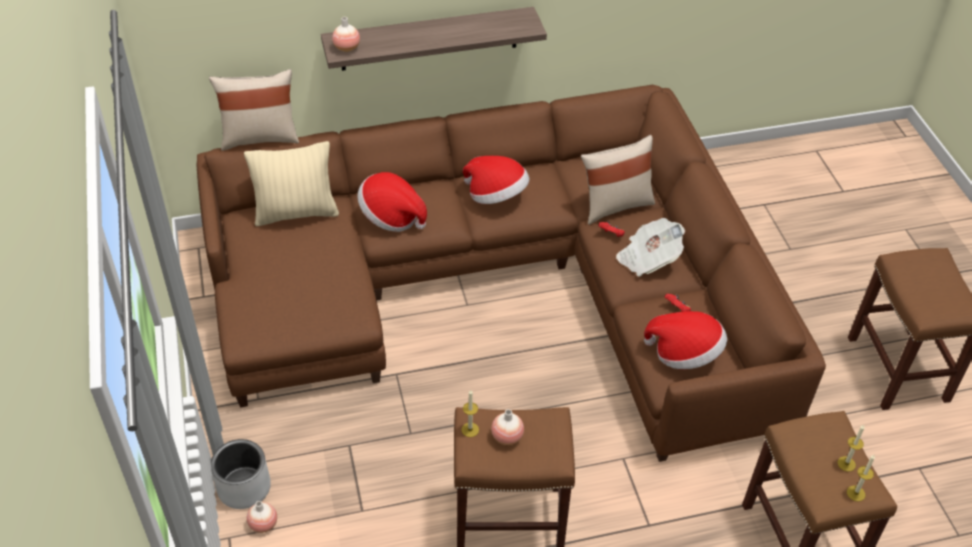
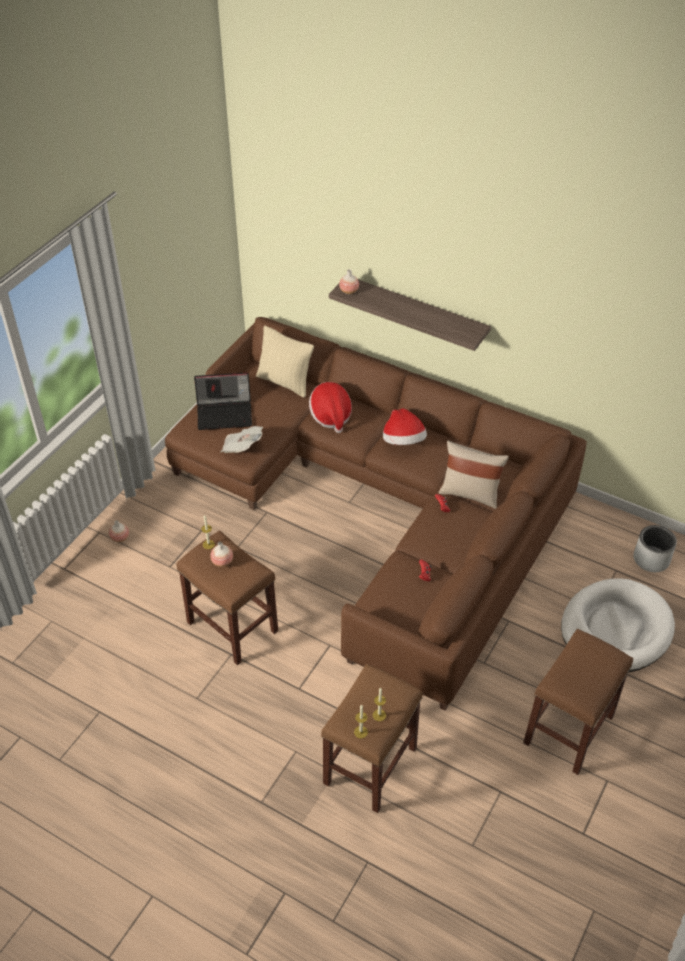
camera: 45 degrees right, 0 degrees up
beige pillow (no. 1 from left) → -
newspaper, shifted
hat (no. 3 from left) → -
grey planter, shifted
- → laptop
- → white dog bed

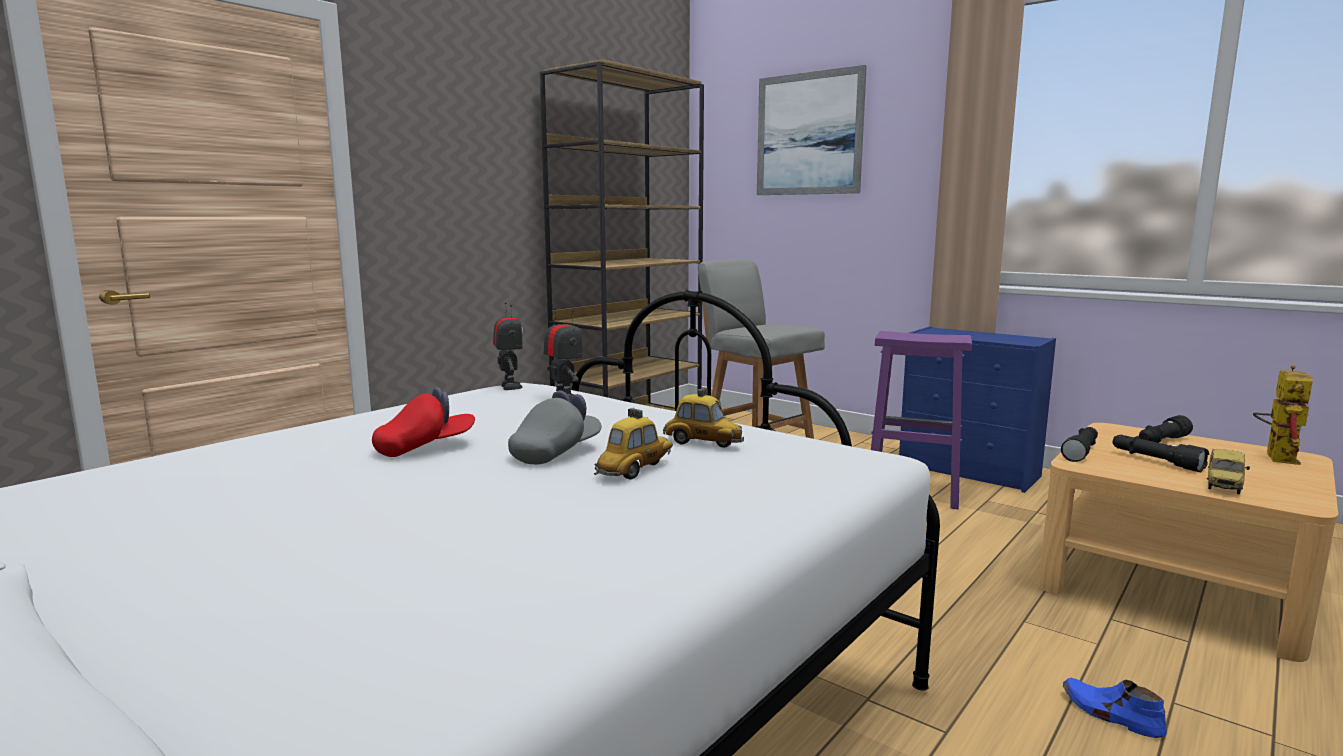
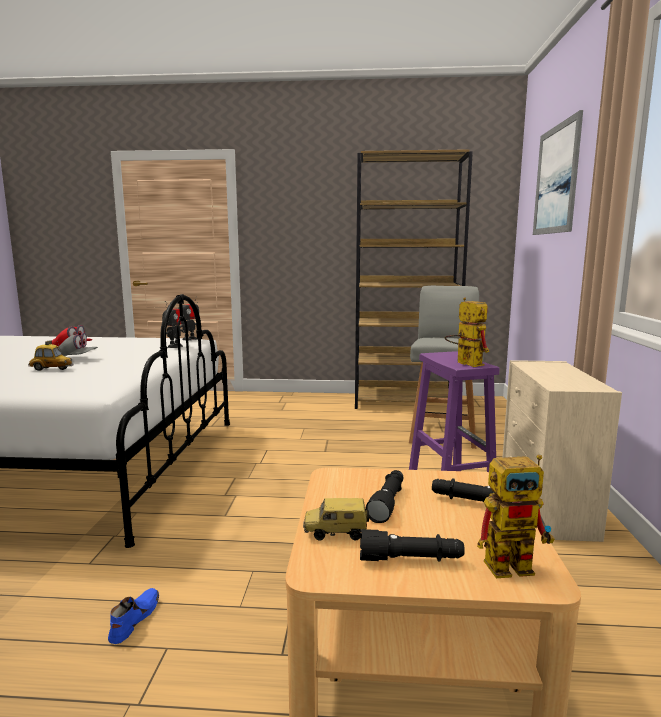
camera: 55 degrees right, 0 degrees up
blue dresser → beige dresser
toy car (no. 2 from left) → -
black flashlight (no. 1 from left in the first image) → black flashlight (no. 2 from left), shifted
- → toy robot (no. 3 from left)

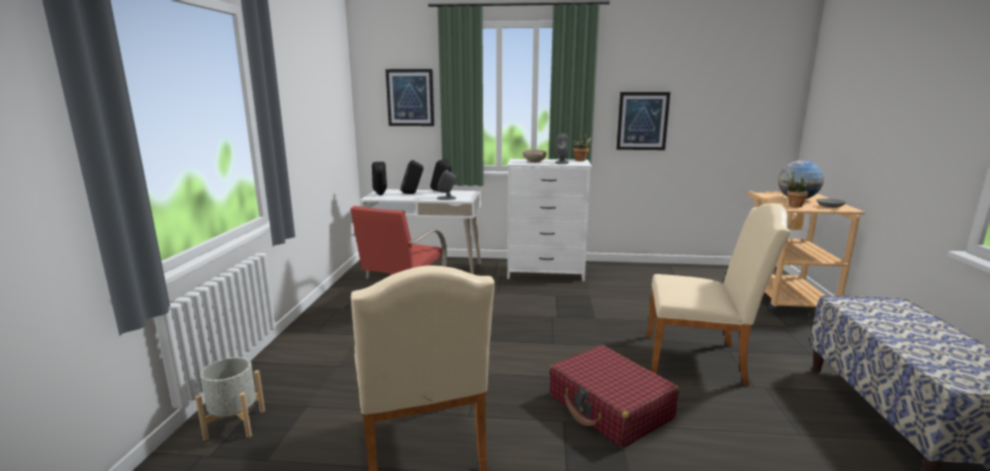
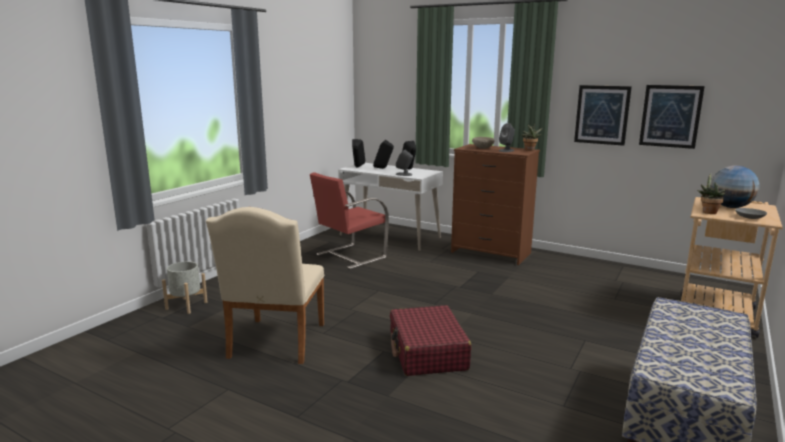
camera: 25 degrees right, 0 degrees up
picture (no. 1 from left in the first image) → picture (no. 2 from left), shifted
white dresser → brown dresser
beige chair (no. 2 from left) → -

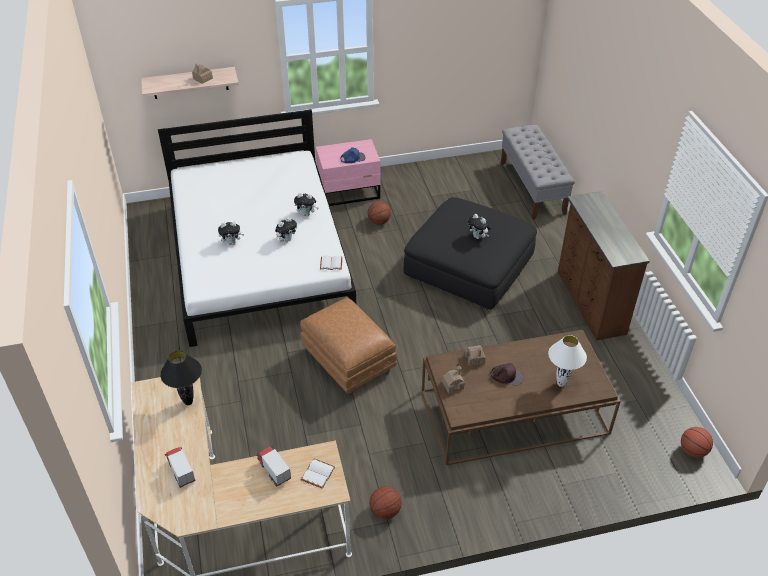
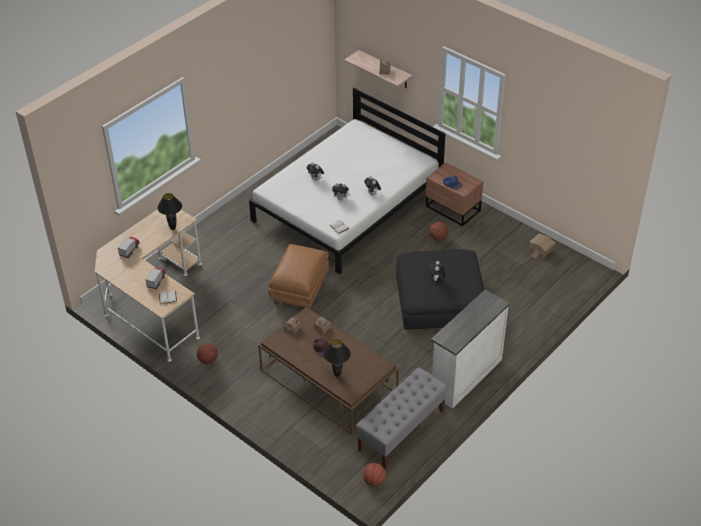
camera: 55 degrees right, 0 degrees up
grey bench, shifted
pink nightstand → brown nightstand
brown dresser → white dresser
white table lamp → black table lamp (no. 2 from left)
- → toy house (no. 4 from left)

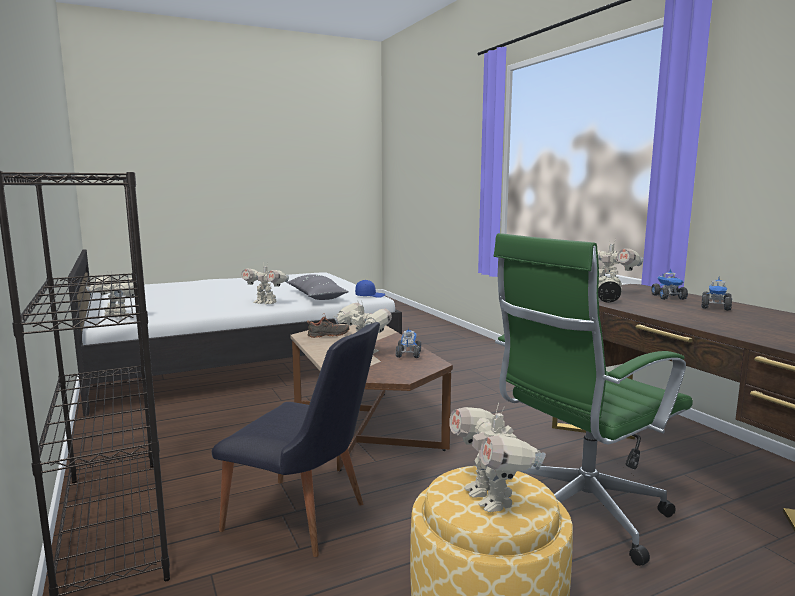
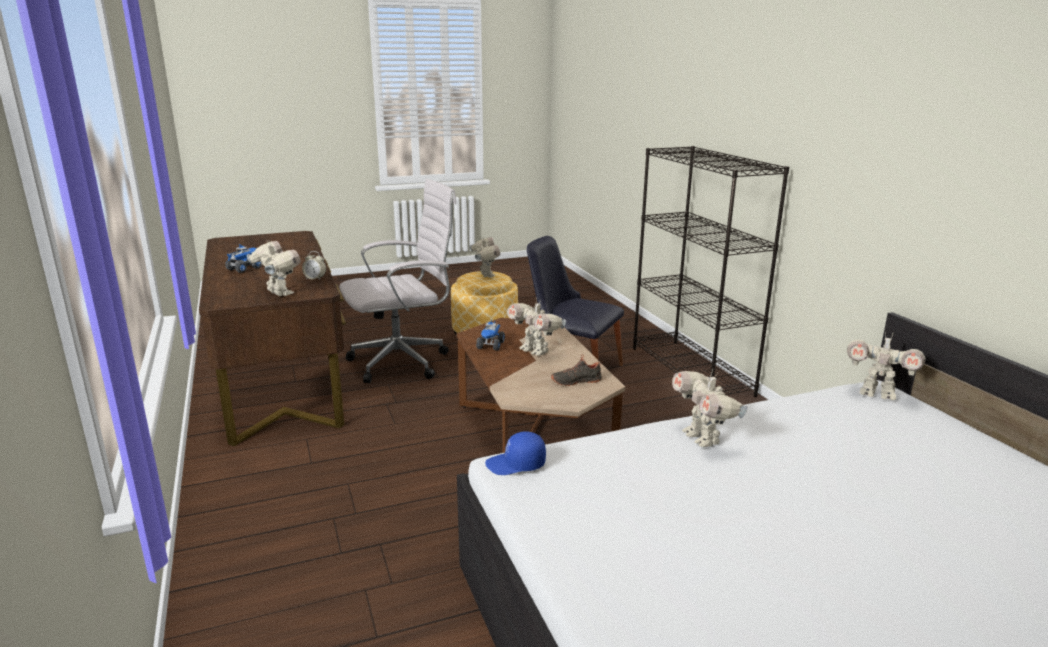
camera: 175 degrees left, 10 degrees up
green office chair → white office chair
toy robot (no. 2 from left in the first image) → toy robot (no. 4 from left), 135 degrees counterclockwise
toy truck (no. 2 from left) → -
grey pillow → -

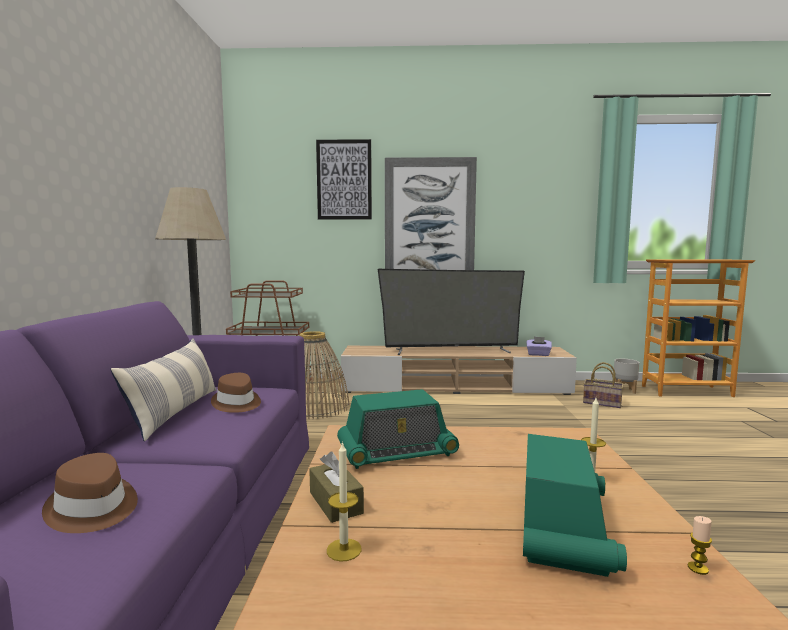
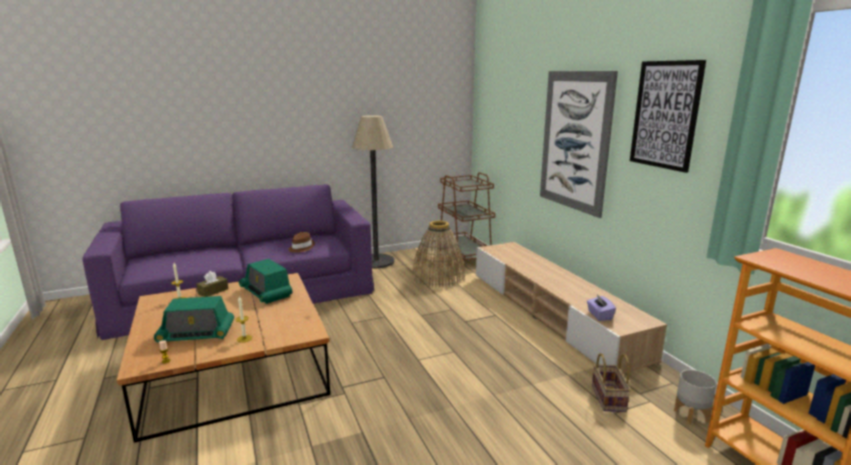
camera: 65 degrees right, 10 degrees up
picture (no. 1 from left in the first image) → picture (no. 2 from left), shifted
television → -
pillow → -
brown hat (no. 1 from left) → -

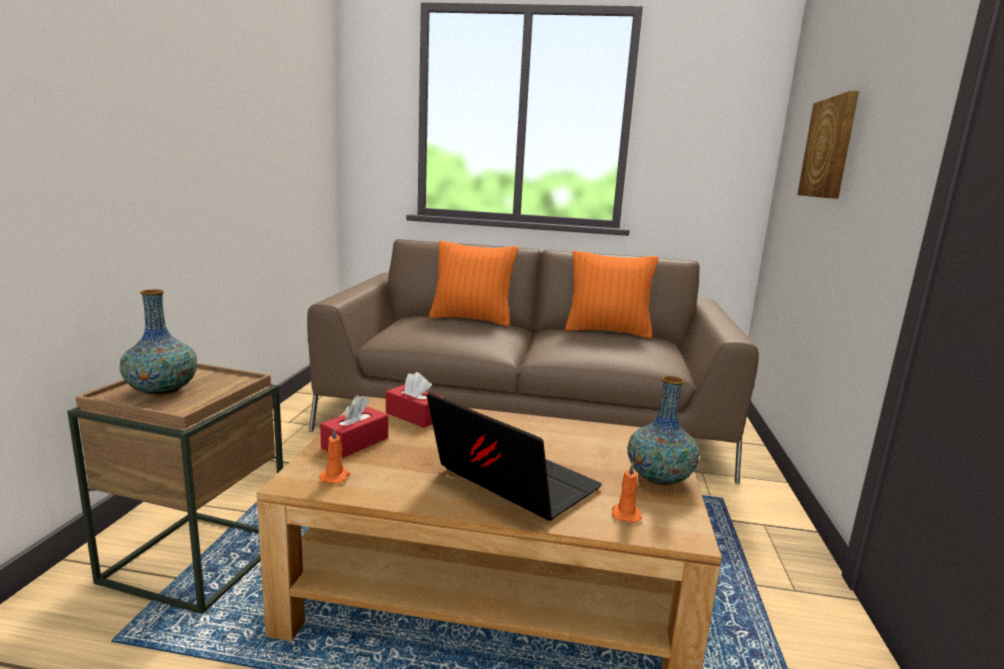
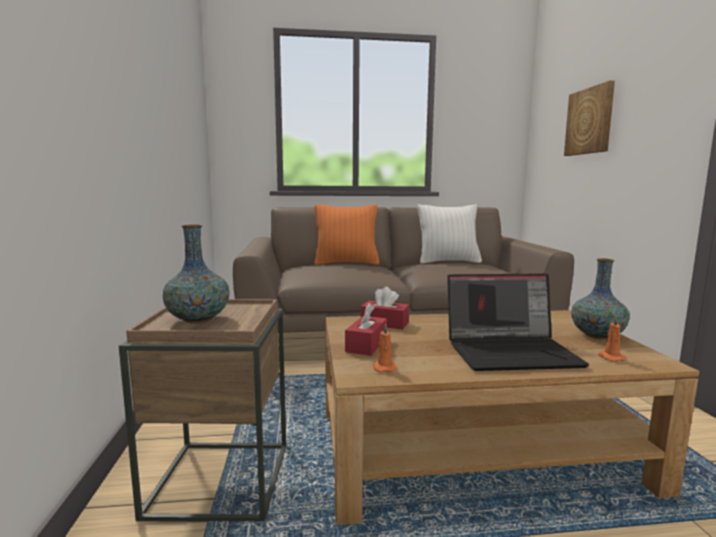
camera: 15 degrees left, 5 degrees down
orange pillow (no. 2 from left) → white pillow
laptop, 150 degrees clockwise

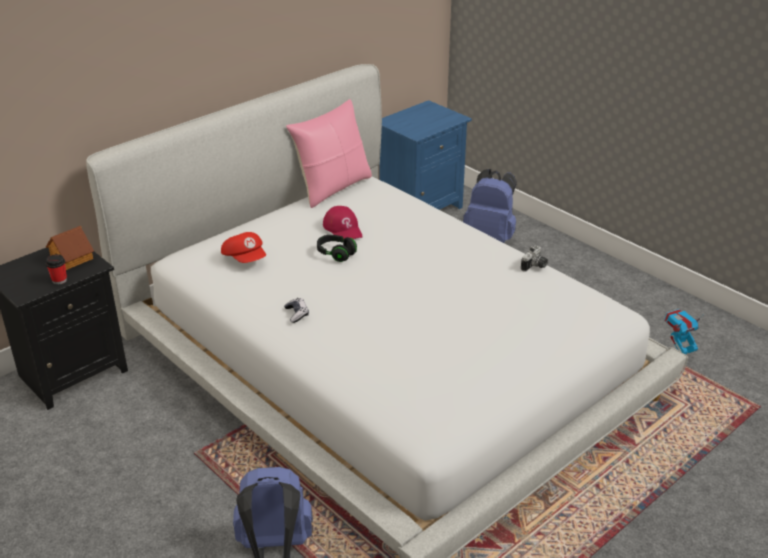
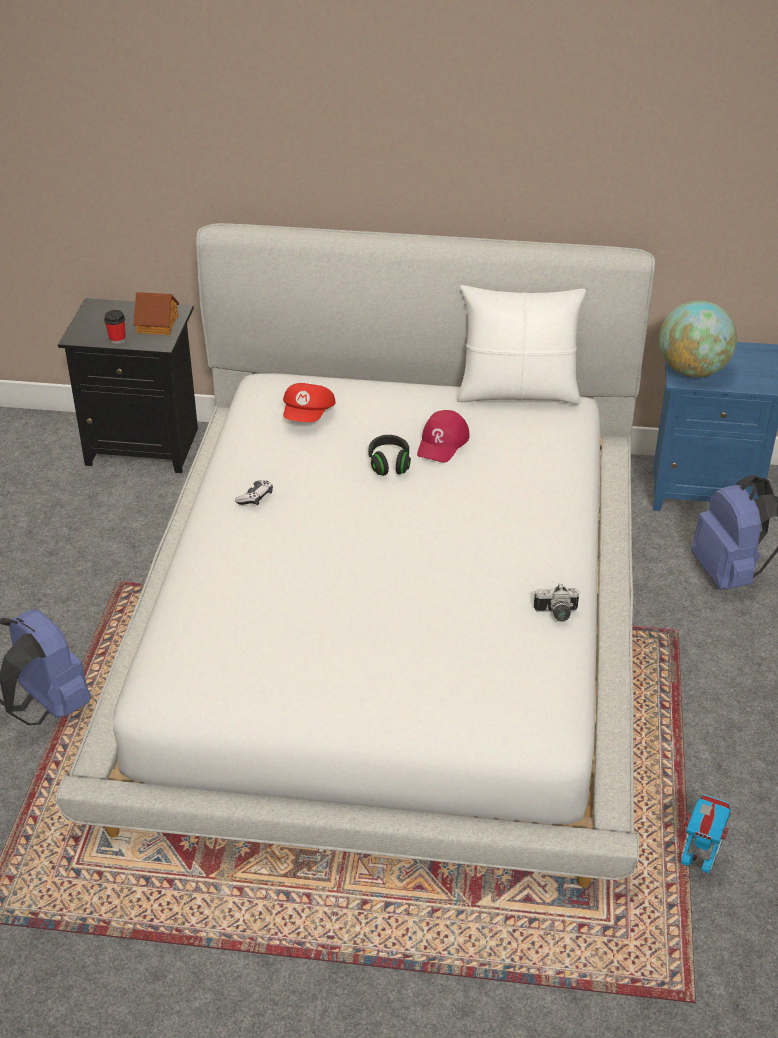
camera: 50 degrees right, 5 degrees up
pink pillow → white pillow
- → globe

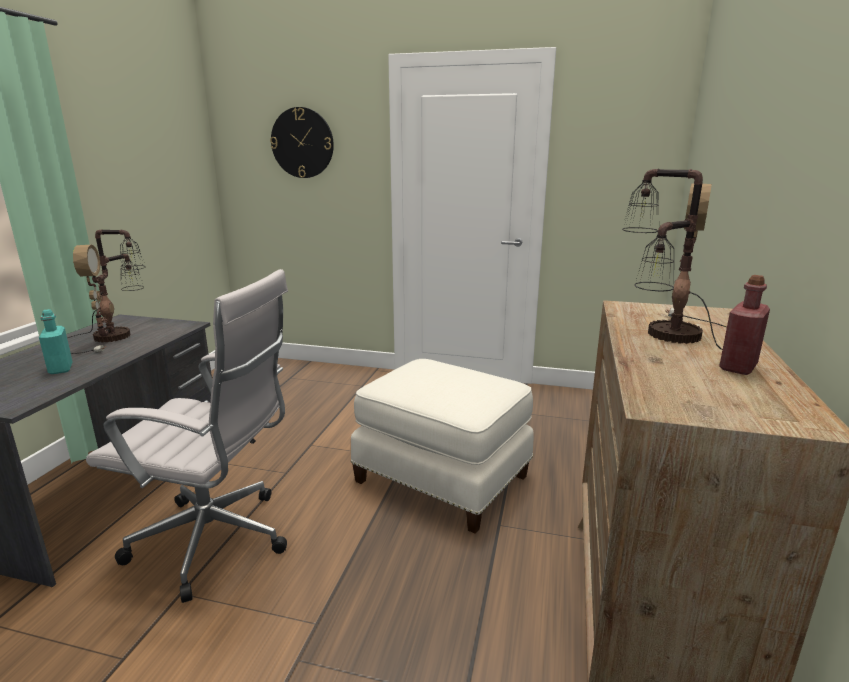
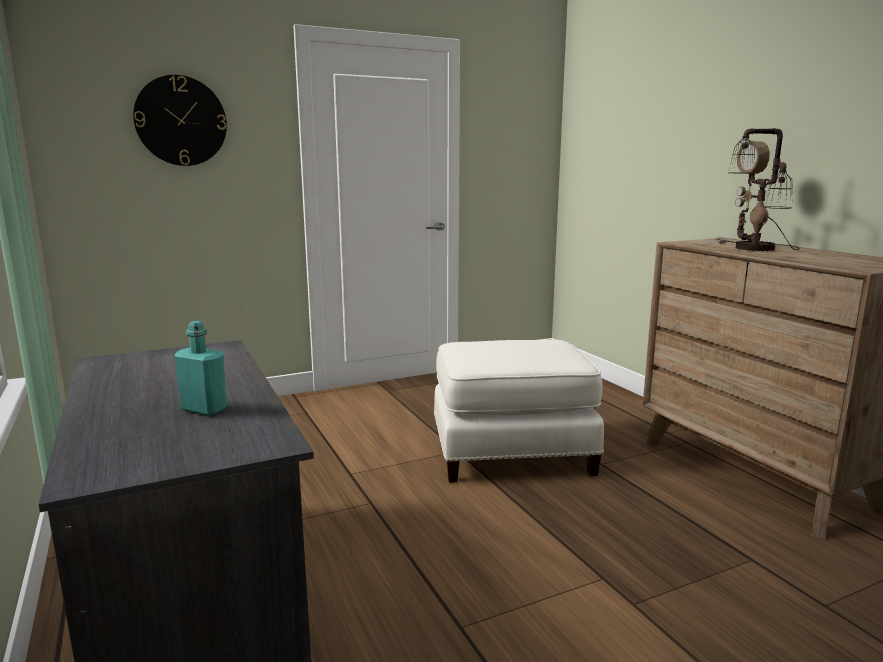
camera: 40 degrees left, 5 degrees down
table lamp (no. 1 from left) → -
white office chair → -
red bottle → -

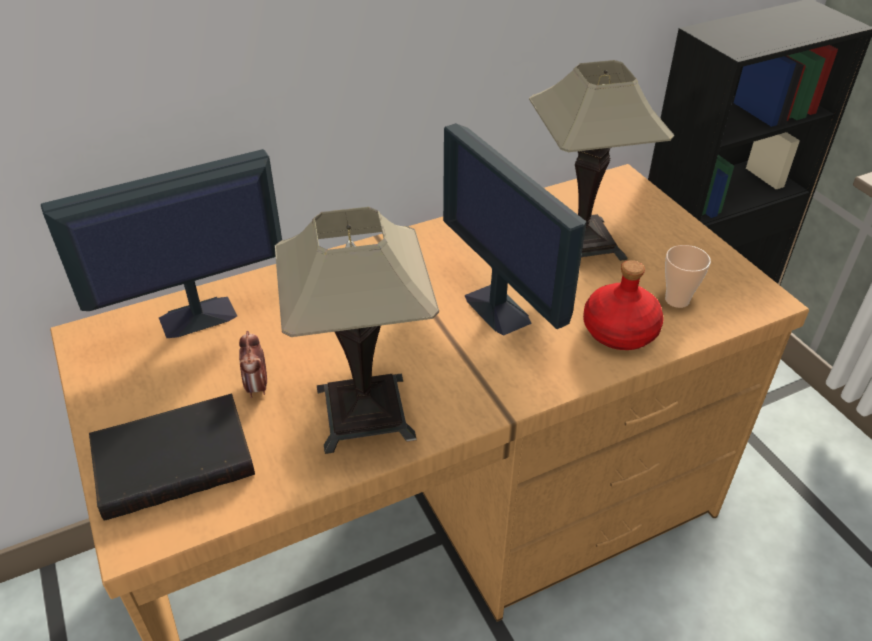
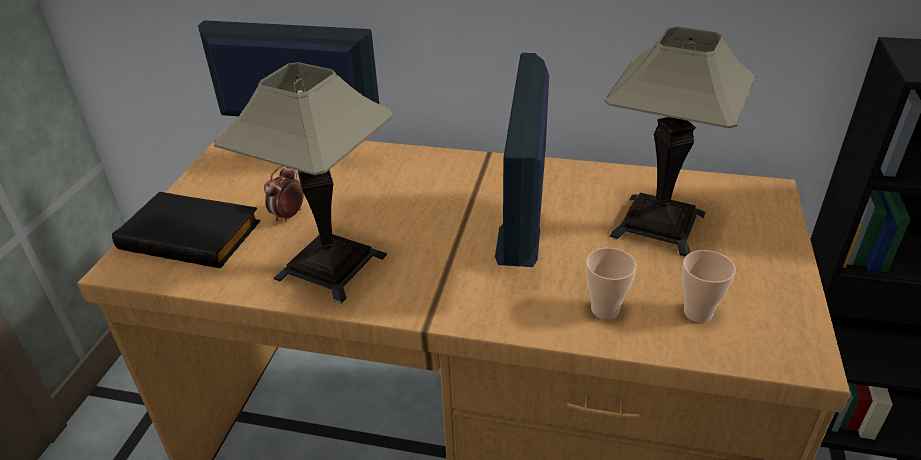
camera: 40 degrees right, 5 degrees down
red bottle → cup (no. 1 from left)

